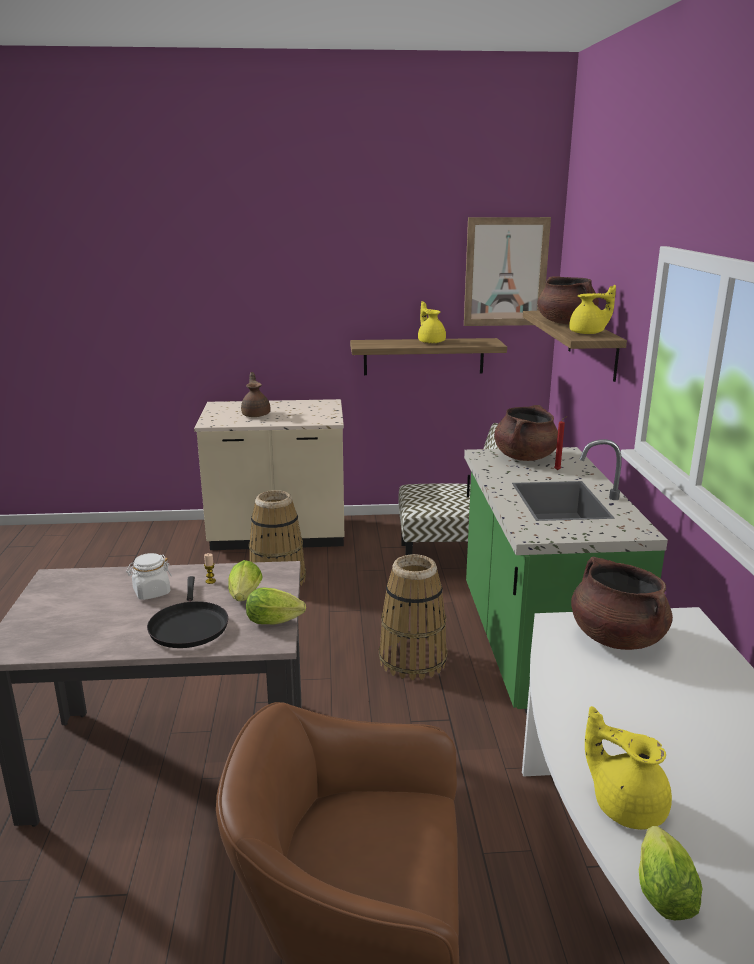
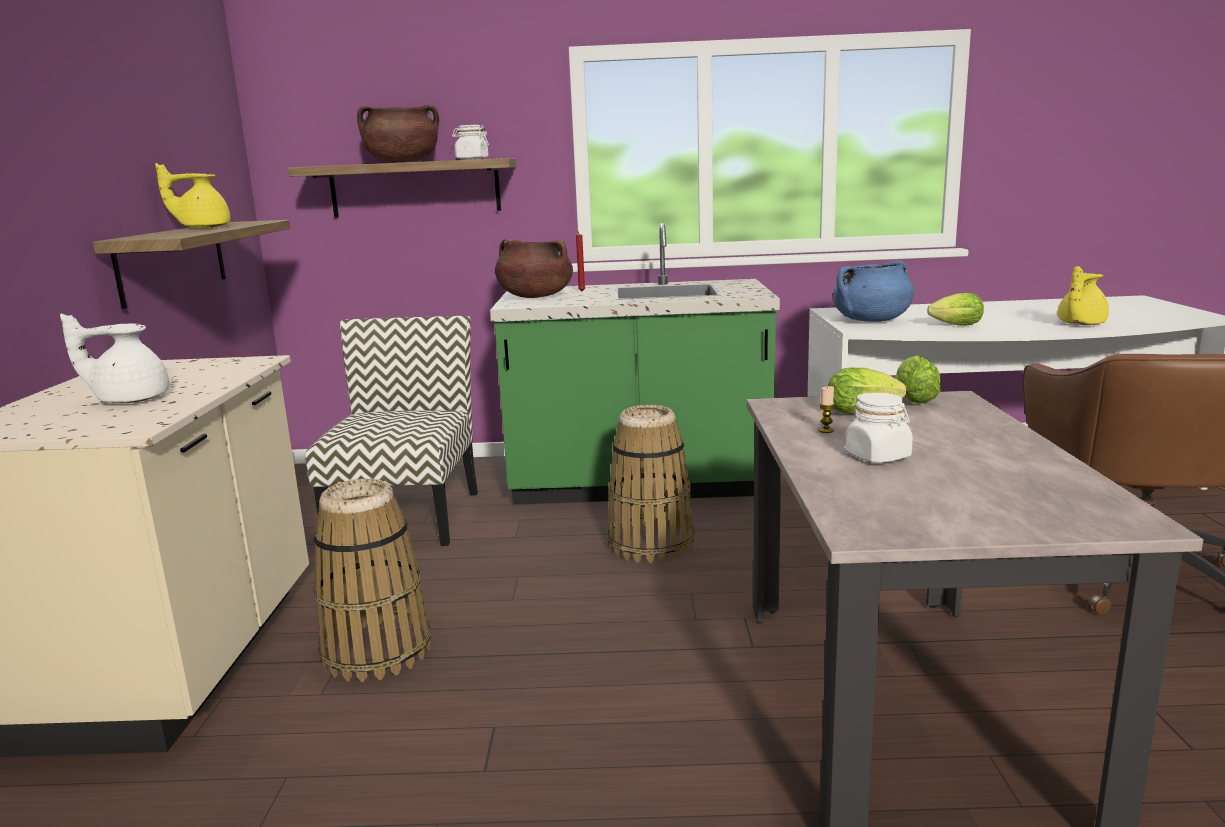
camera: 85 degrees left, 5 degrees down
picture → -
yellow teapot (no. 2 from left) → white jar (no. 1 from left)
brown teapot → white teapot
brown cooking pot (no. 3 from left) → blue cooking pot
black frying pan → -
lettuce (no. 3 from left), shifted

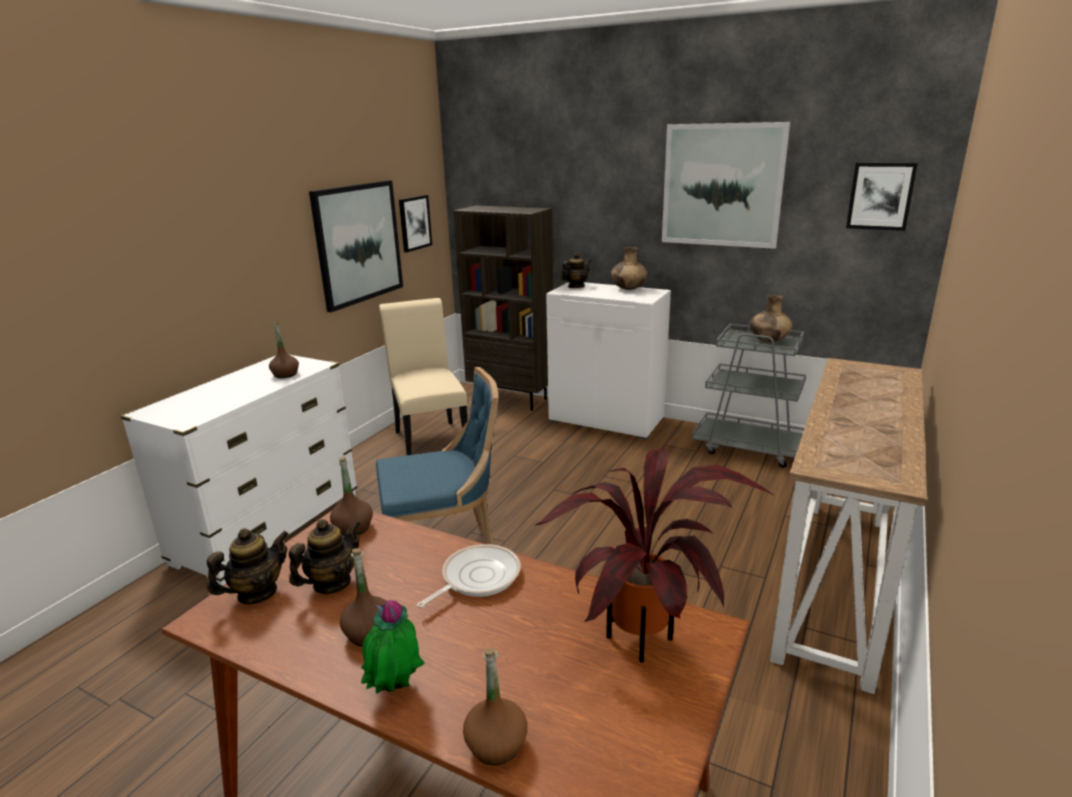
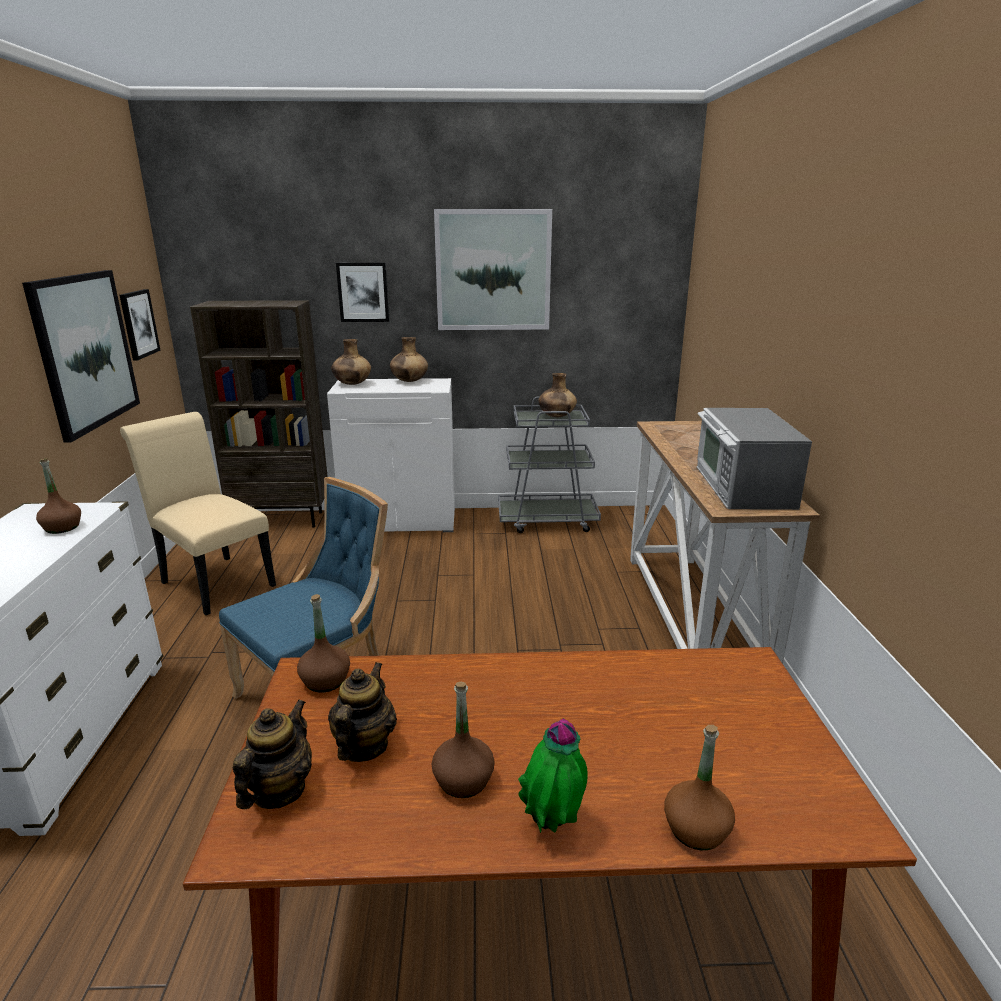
camera: 30 degrees left, 0 degrees up
picture (no. 4 from left in the first image) → picture (no. 3 from left), shifted
teapot (no. 3 from left) → brown vase (no. 1 from left)
potted plant (no. 2 from left) → -
frying pan → -
- → microwave

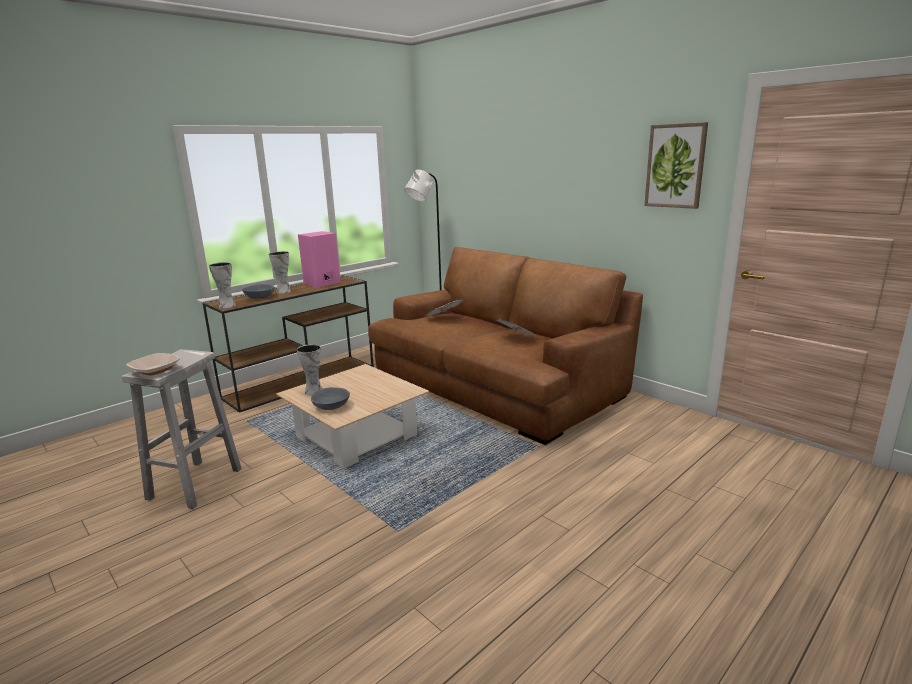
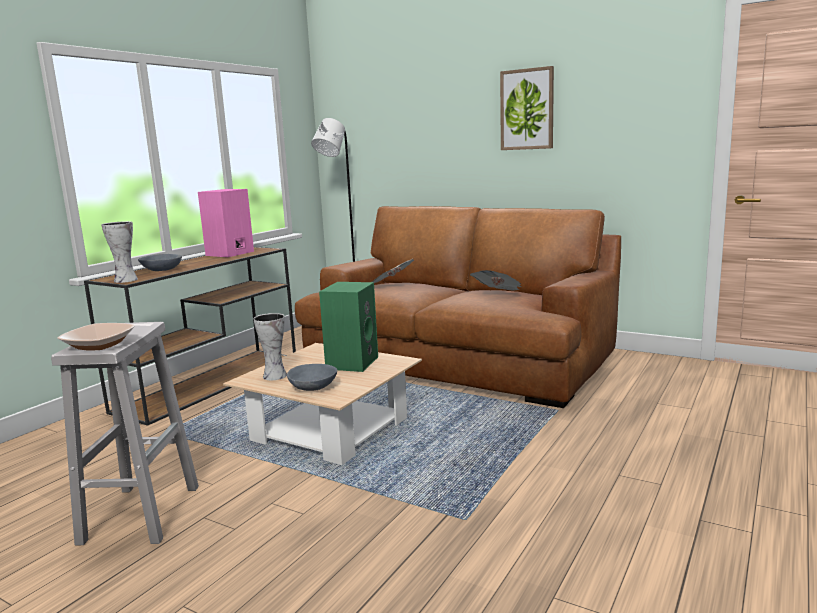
camera: 15 degrees left, 5 degrees down
picture, shifted
vase (no. 2 from left) → -
- → green speaker

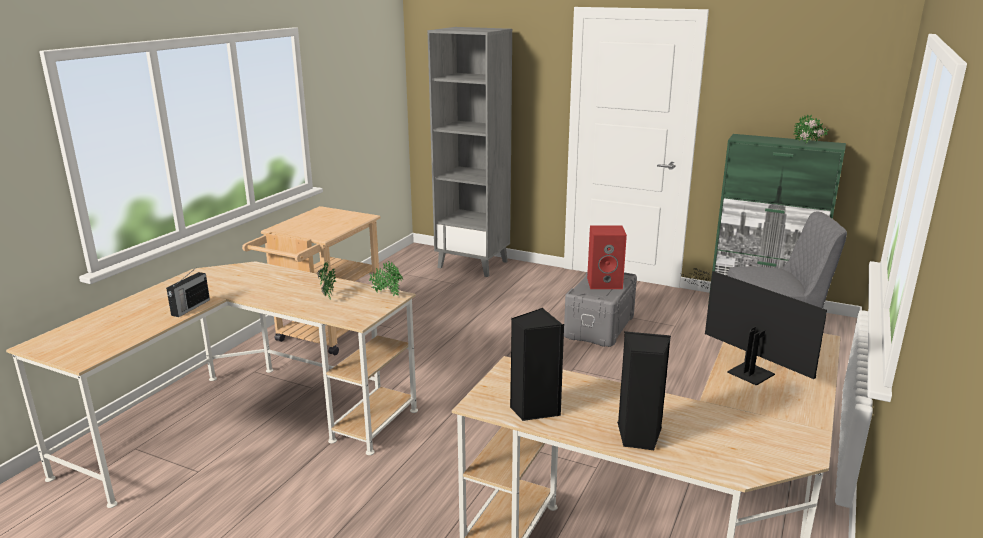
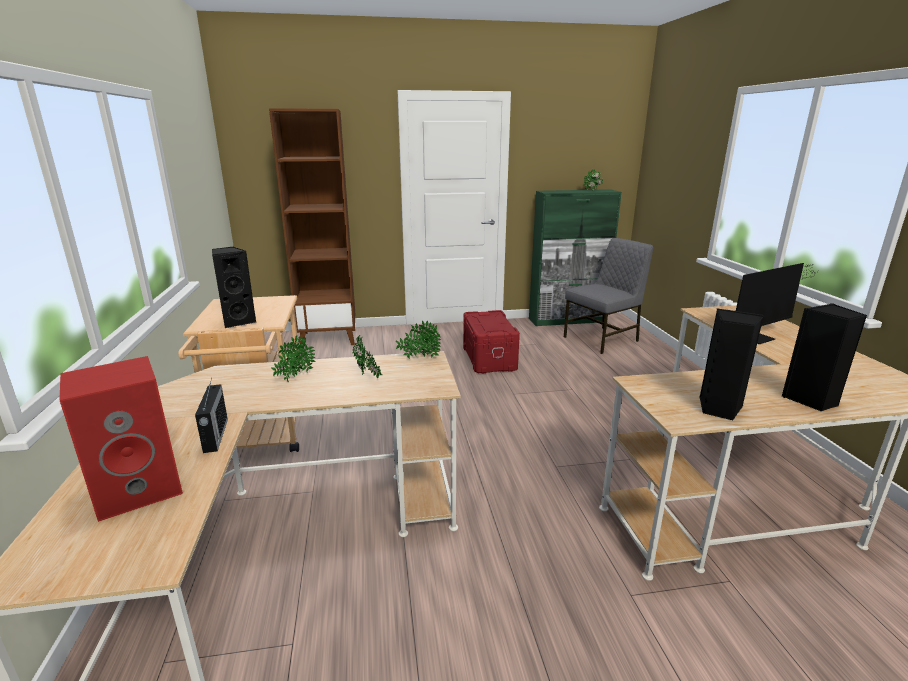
camera: 35 degrees left, 0 degrees up
grey bookcase → brown bookcase
red speaker, shifted
monitor, 135 degrees clockwise
grey storage box → red storage box
- → black speaker (no. 1 from left)
- → potted plant (no. 1 from left)

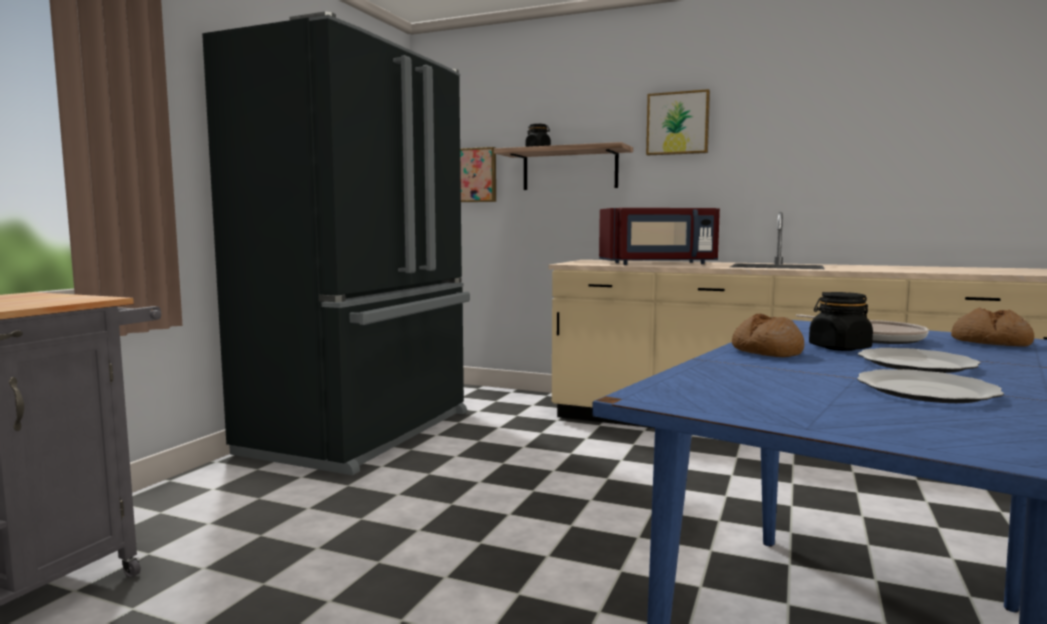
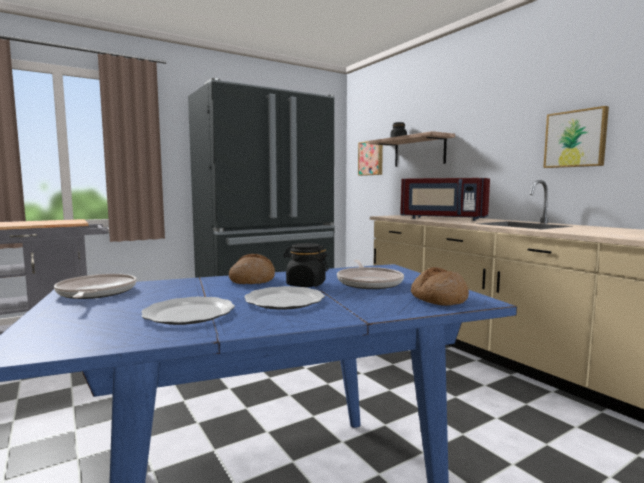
camera: 35 degrees right, 0 degrees up
picture (no. 2 from left), shifted
- → frying pan (no. 1 from left)

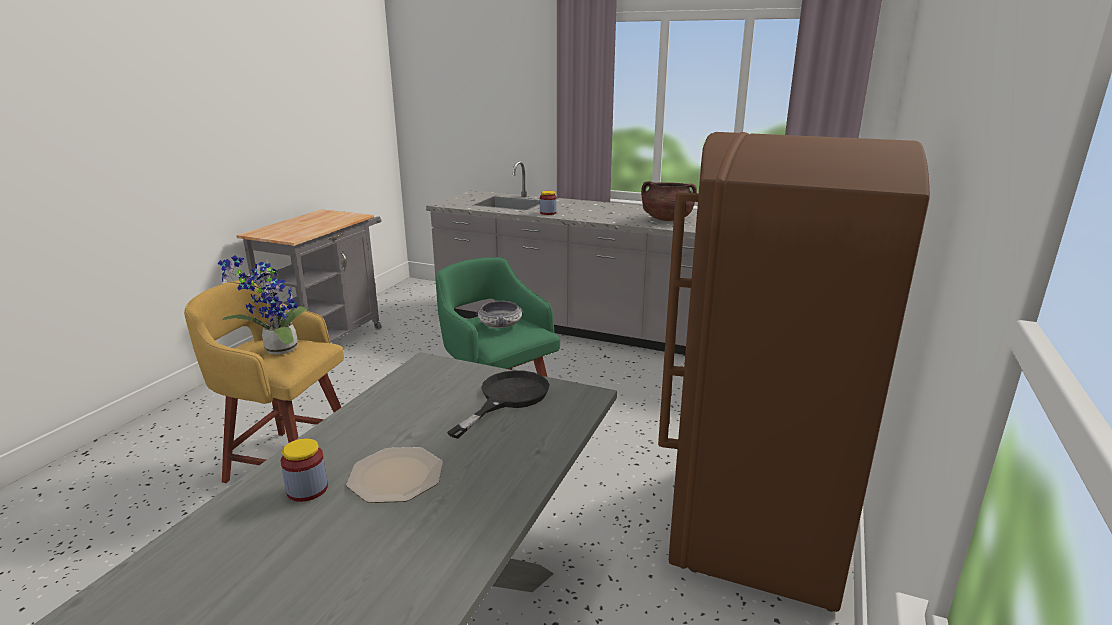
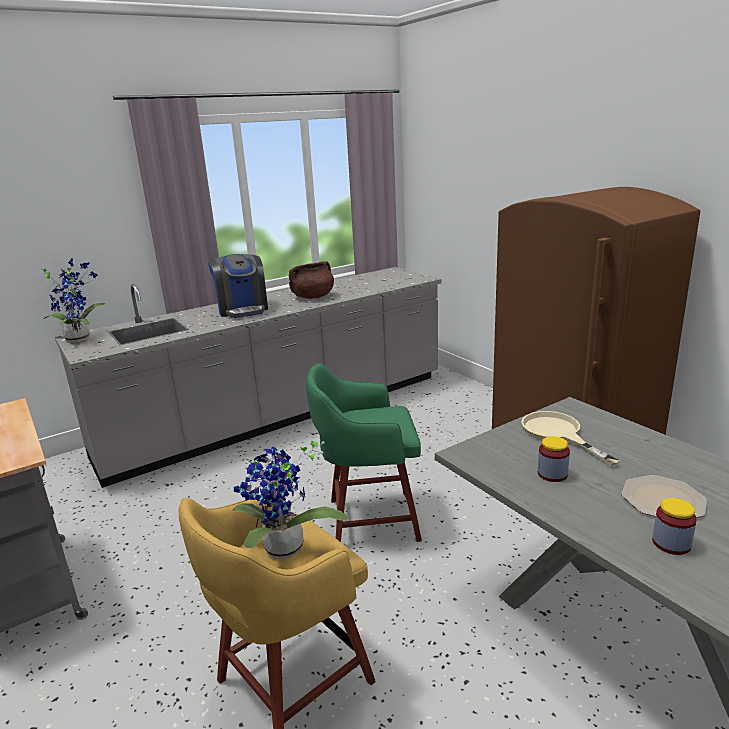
camera: 55 degrees left, 0 degrees up
jar (no. 2 from left in the first image) → jar (no. 1 from left), shifted
bowl → -
black frying pan → beige frying pan
- → coffee machine
- → potted plant (no. 1 from left)

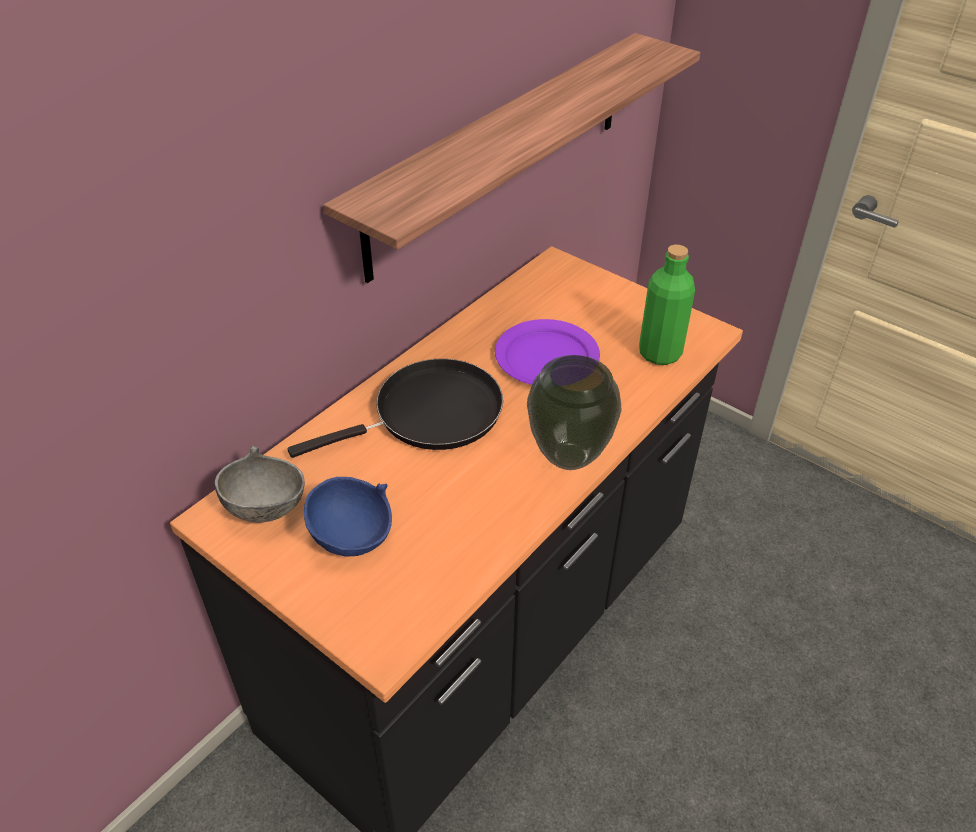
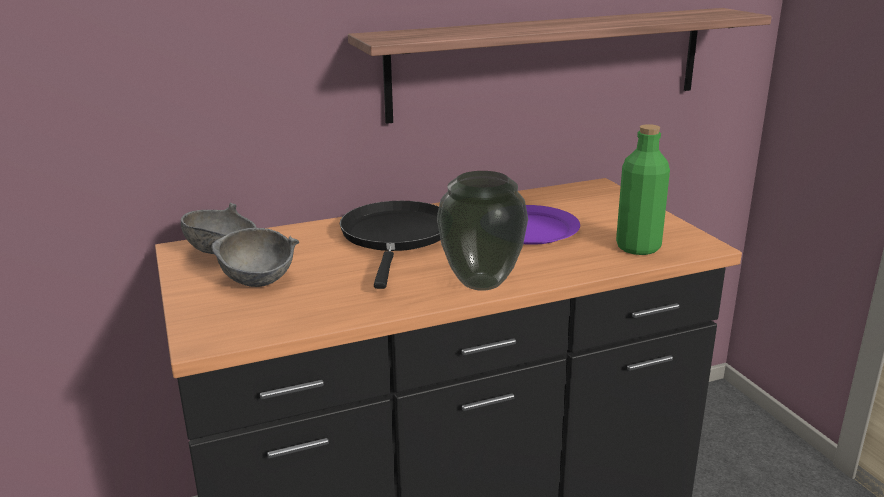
camera: 30 degrees right, 20 degrees down
black frying pan, 90 degrees counterclockwise
blue bowl → grey bowl (no. 2 from left)

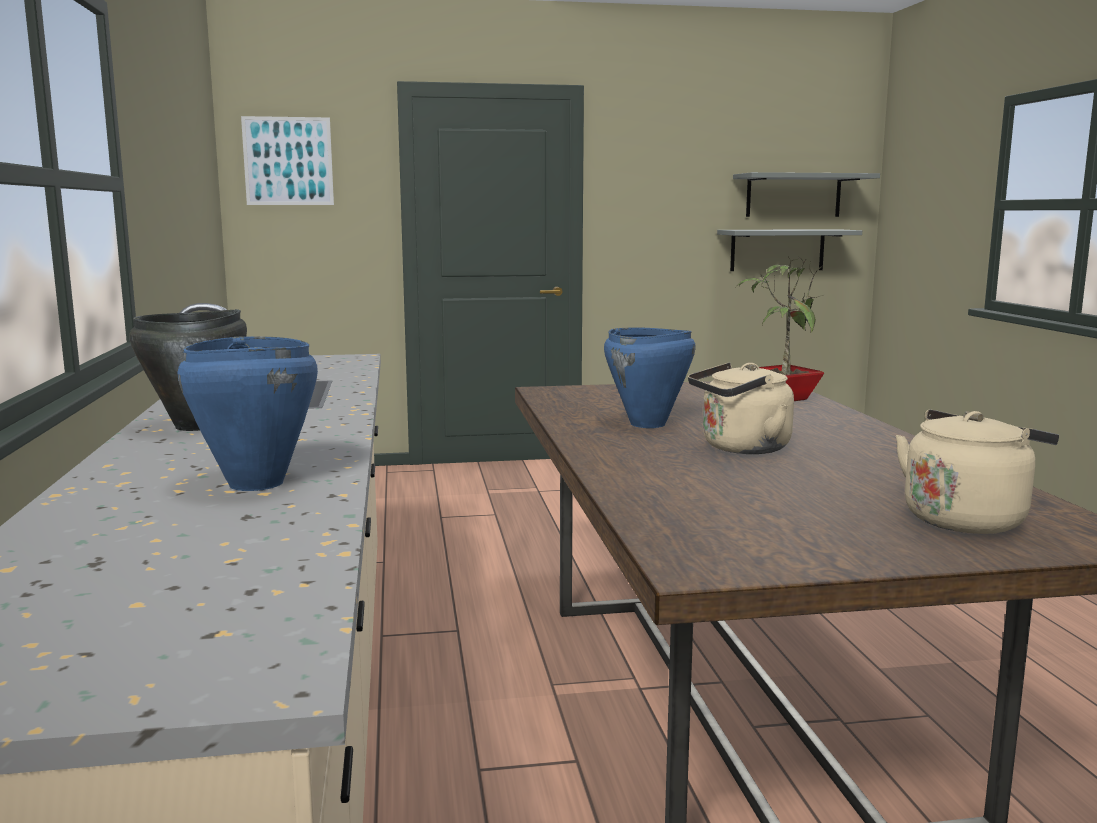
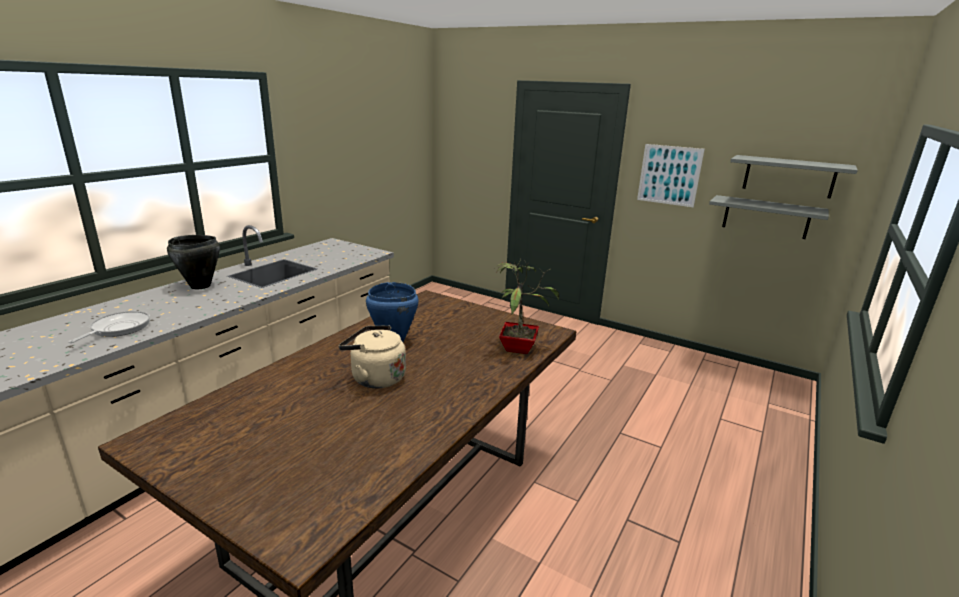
camera: 40 degrees right, 10 degrees up
picture, shifted
blue cooking pot (no. 1 from left) → frying pan
beige kettle (no. 2 from left) → -

